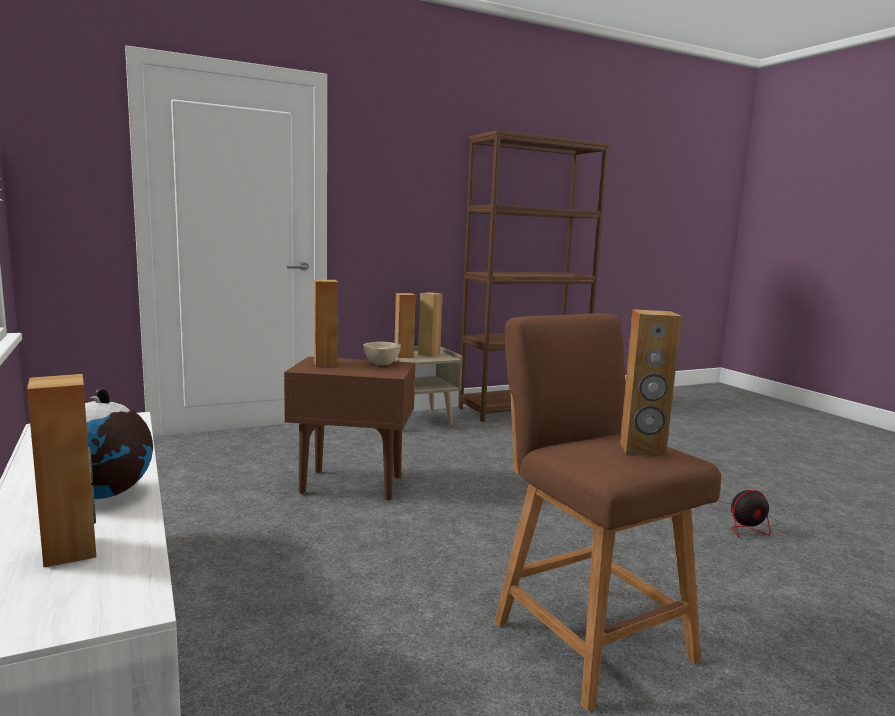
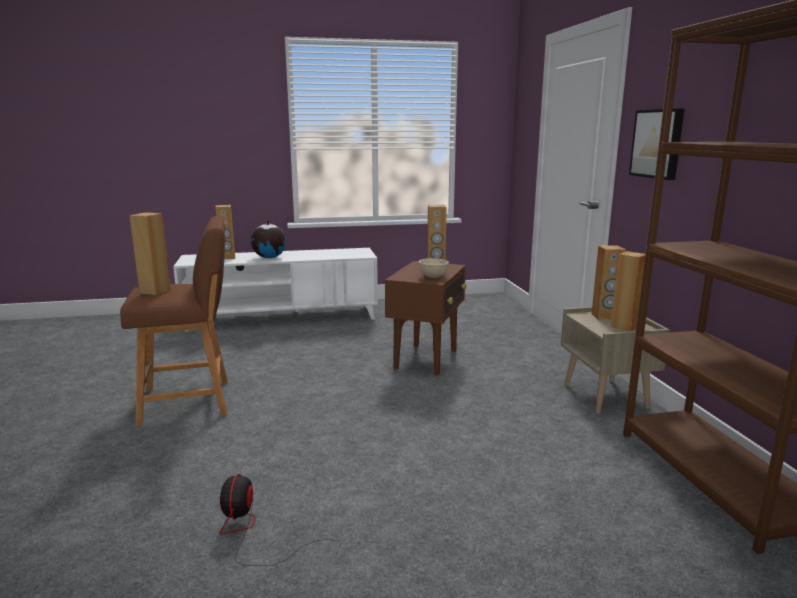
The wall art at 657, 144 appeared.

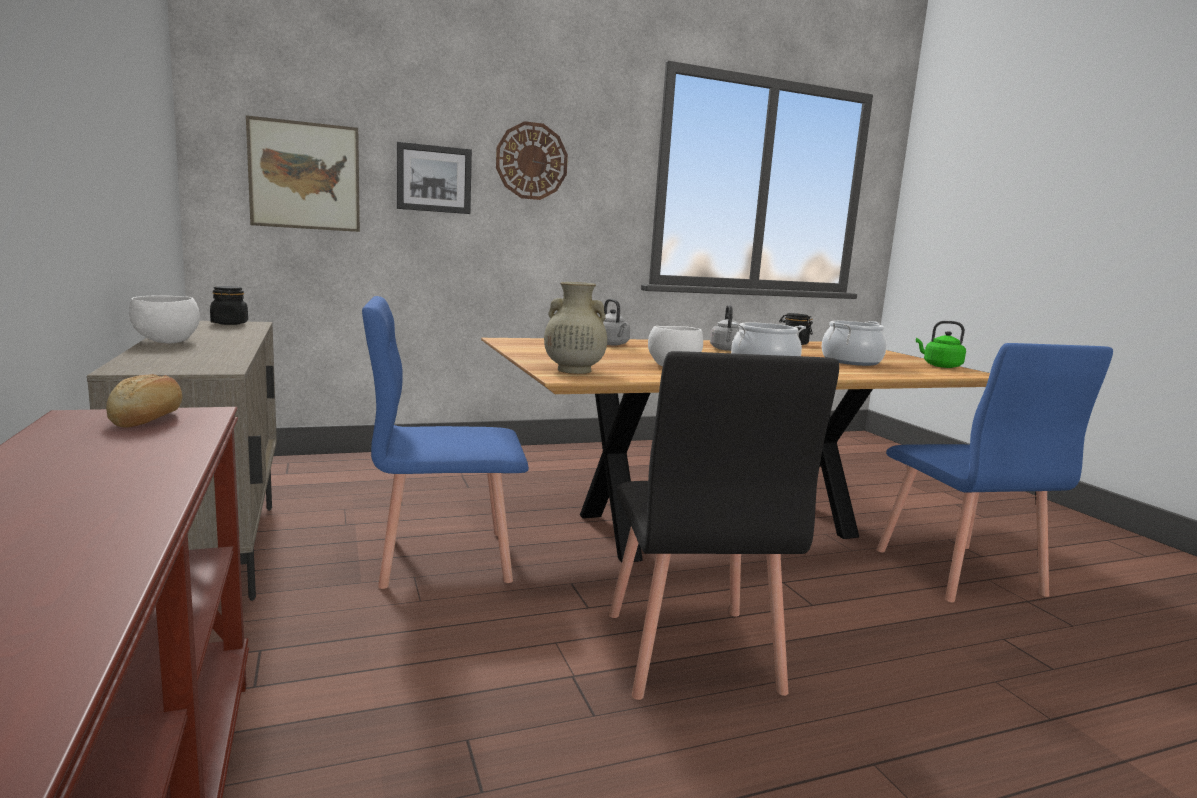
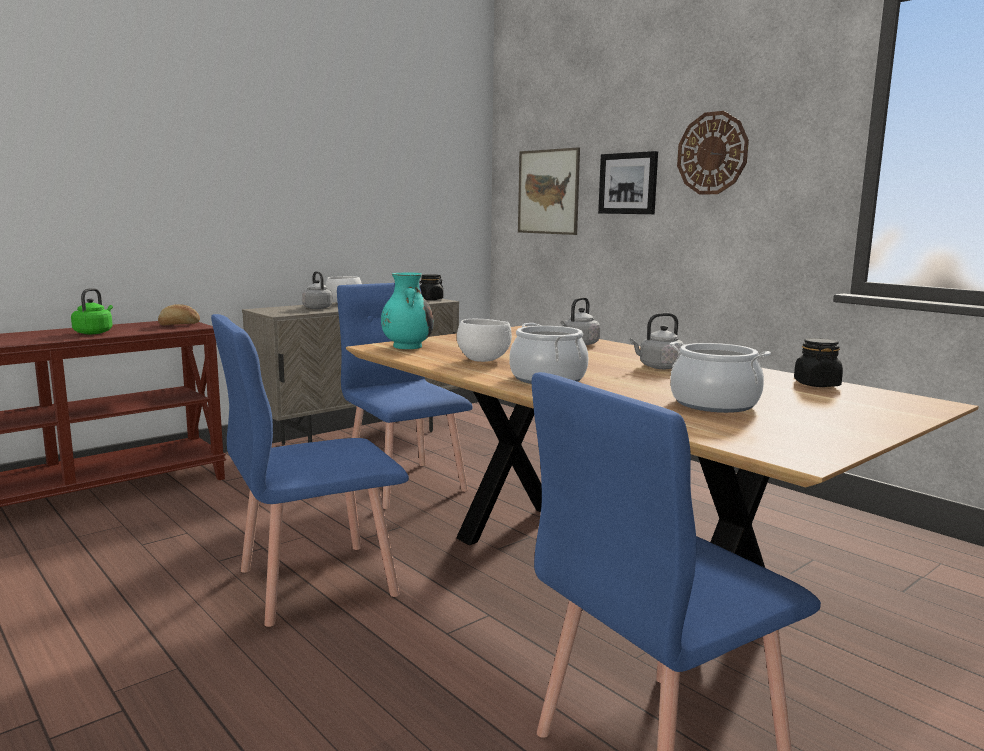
The greyish water kettle at 317, 290 appeared.
The greenish water kettle moved from 941, 344 to 92, 311.
The beige flower vase at 575, 328 became the blue-green flower vase at 407, 311.
The black chair at 724, 525 became the bluish chair at 310, 470.

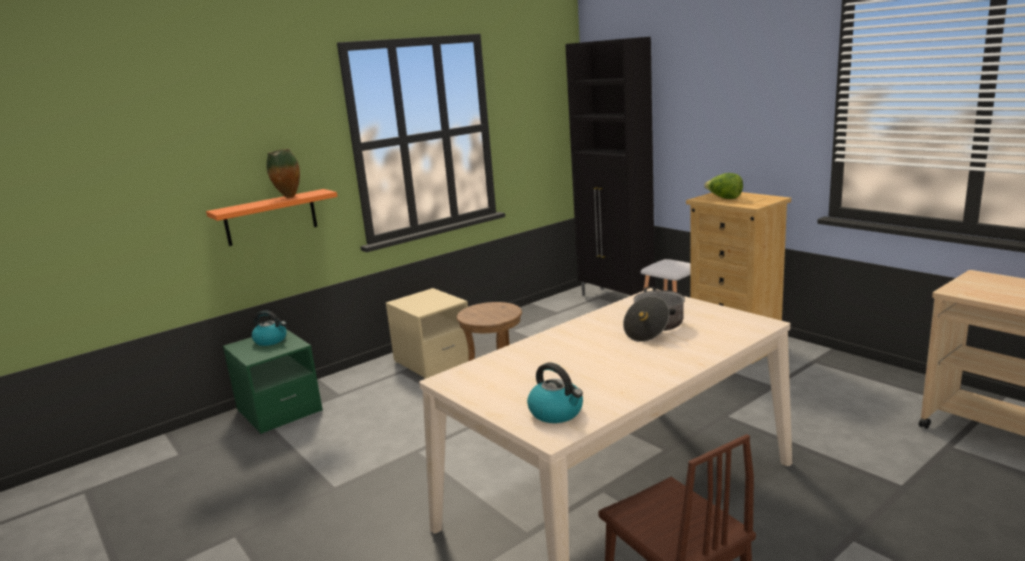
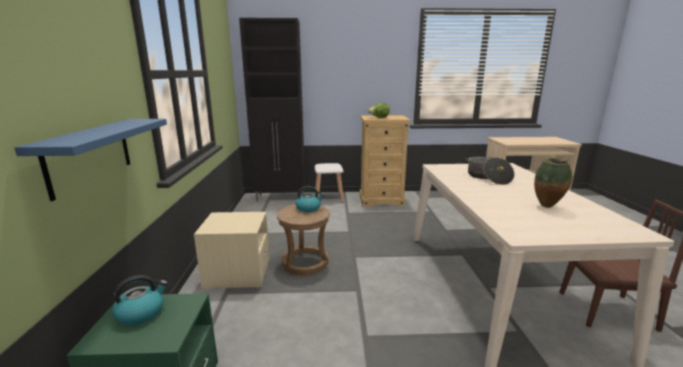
The flower vase moved from 283, 173 to 553, 183.
The water kettle moved from 555, 393 to 310, 199.
The orangey wall shelf at 271, 217 became the bluish wall shelf at 90, 160.

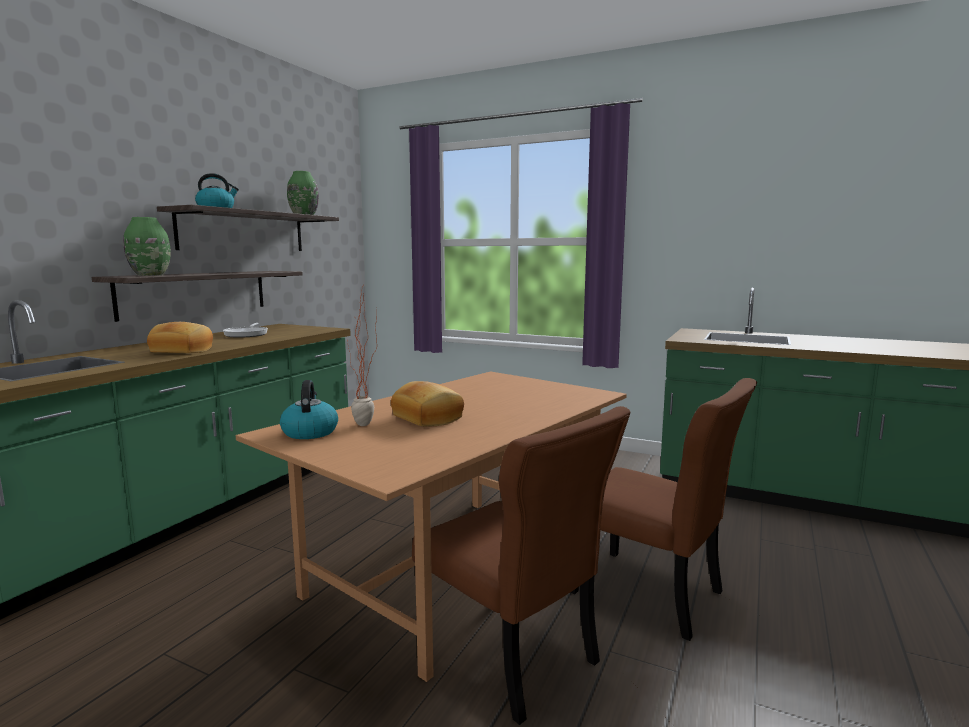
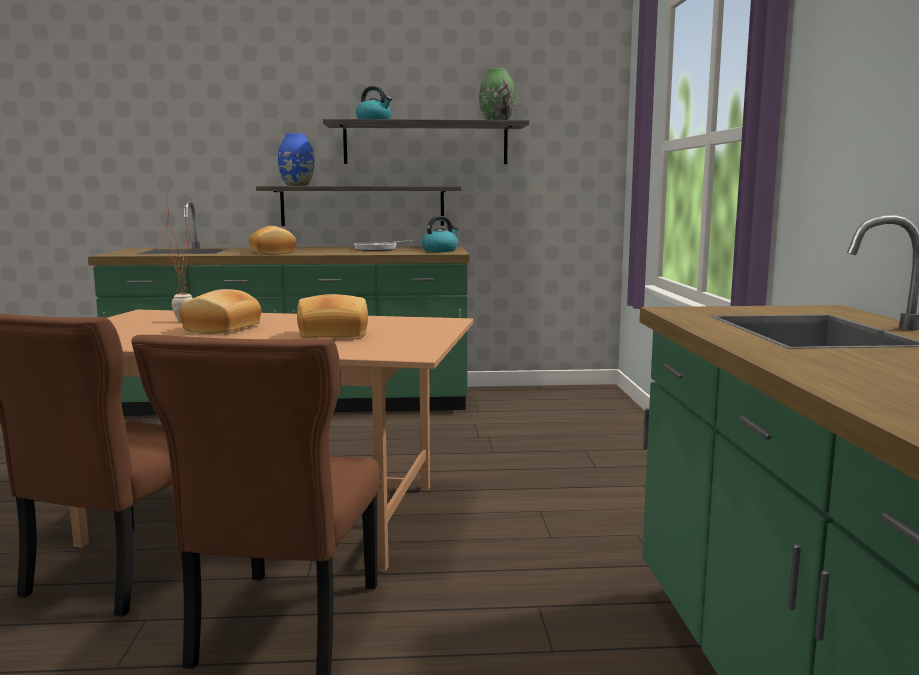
The baked bread at 332, 316 appeared.
The water kettle moved from 309, 409 to 440, 234.
The greenish flower vase at 147, 246 became the bluish flower vase at 296, 159.

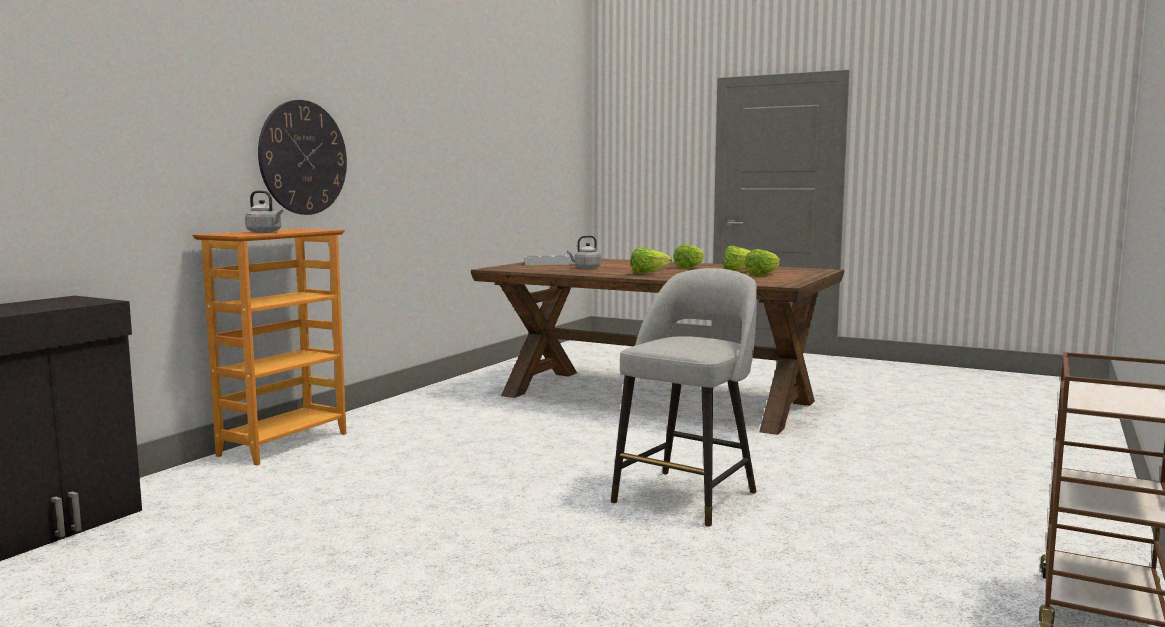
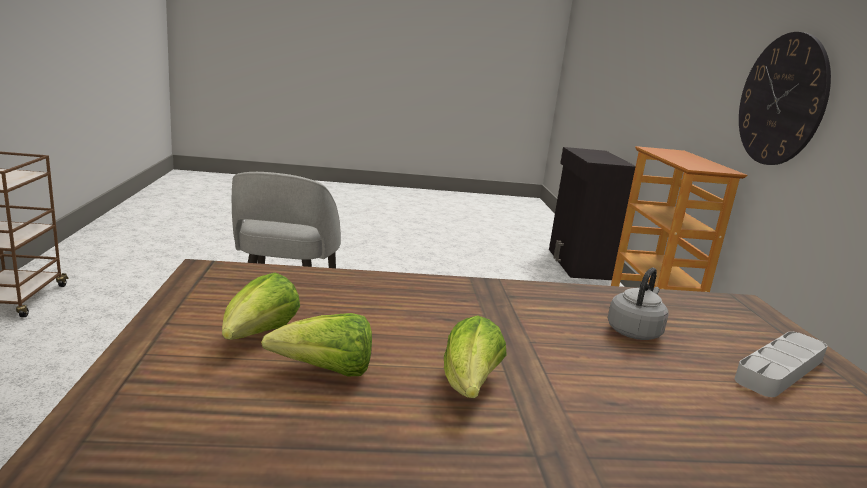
The greyish water kettle at 264, 211 disappeared.
The head of lettuce at 651, 261 disappeared.

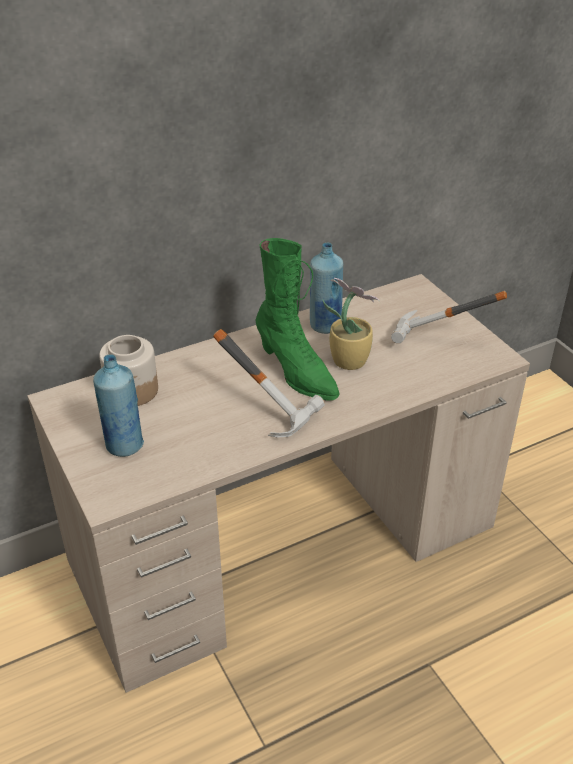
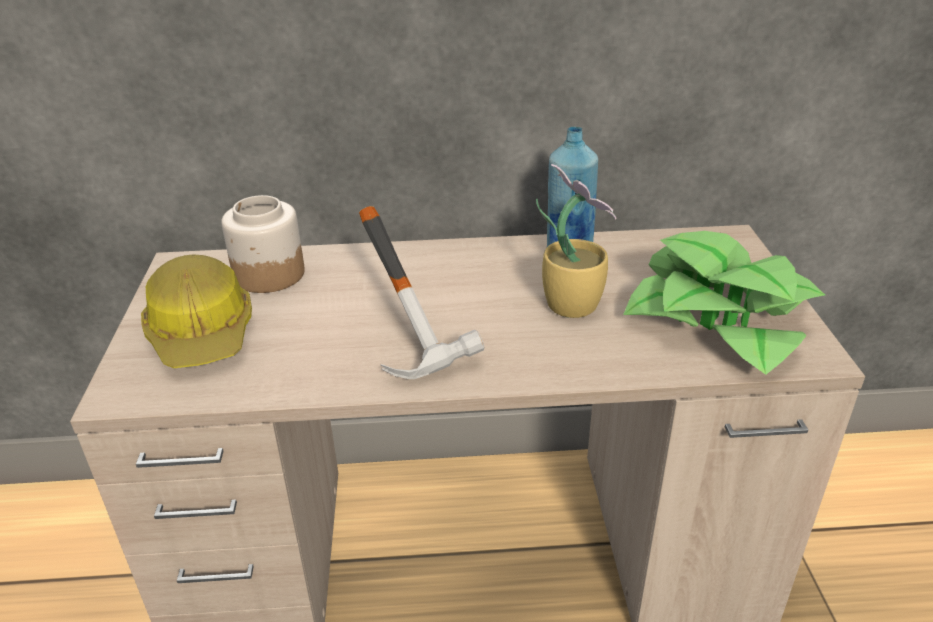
The greenish tall boot at 297, 319 disappeared.
The bluish drink bottle at 118, 405 was replaced by the work helmet at 196, 311.
The hammer at 449, 317 was replaced by the houseplant at 724, 303.

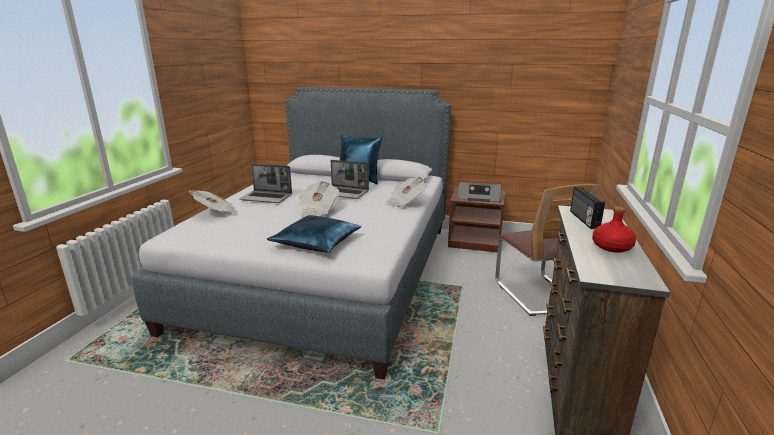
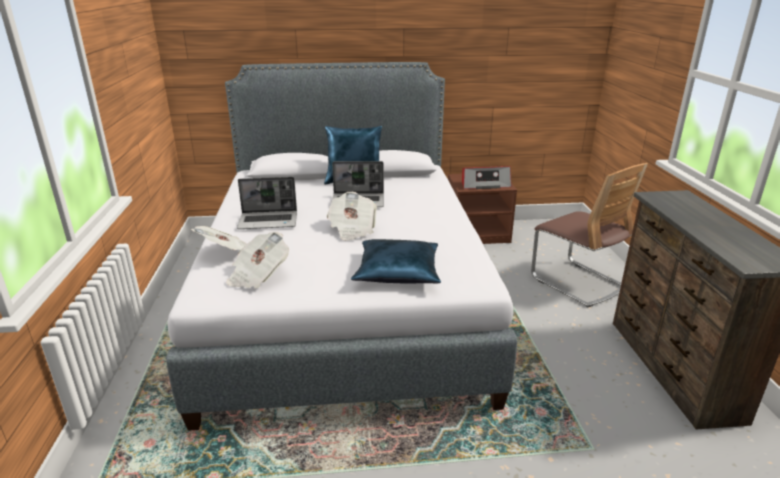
The radio receiver at 587, 208 disappeared.
The red drink bottle at 614, 229 disappeared.
The newspaper moved from 406, 192 to 257, 260.

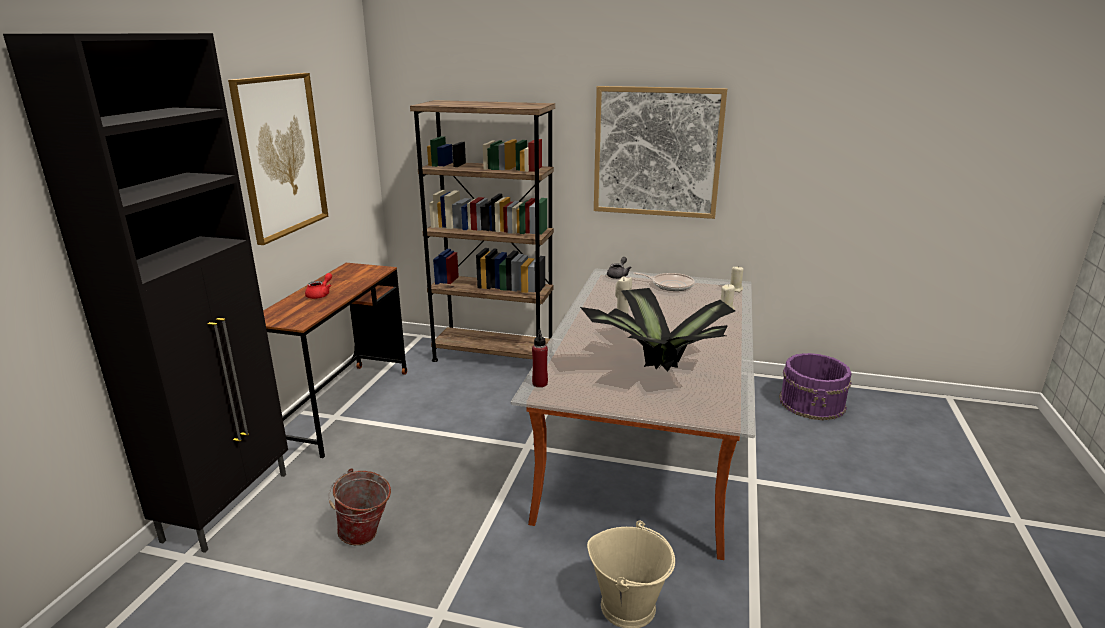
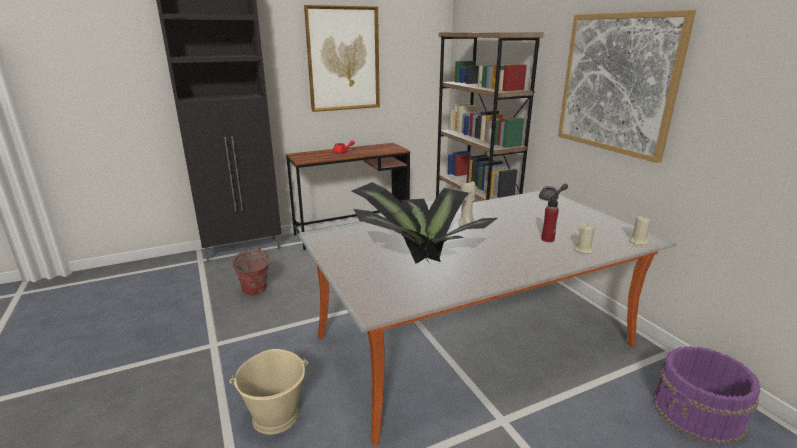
The skillet at 664, 281 disappeared.
The red drink bottle moved from 540, 358 to 550, 218.

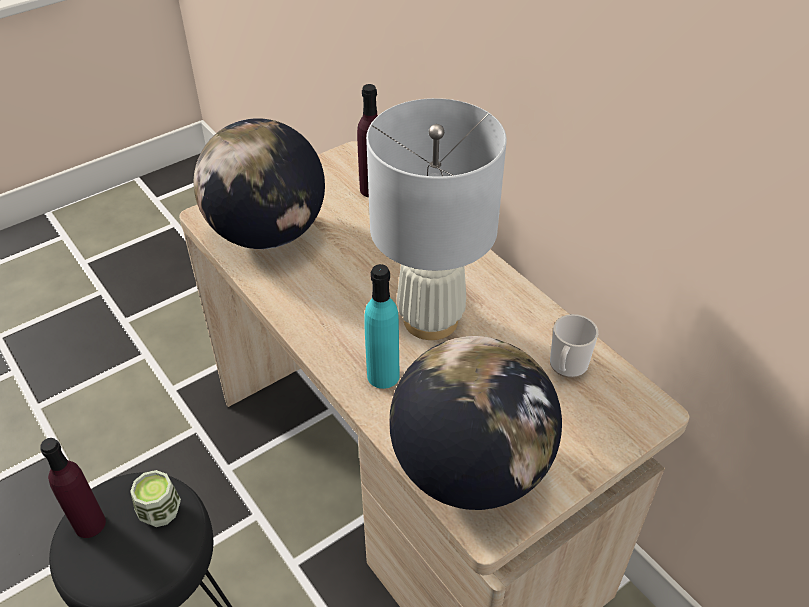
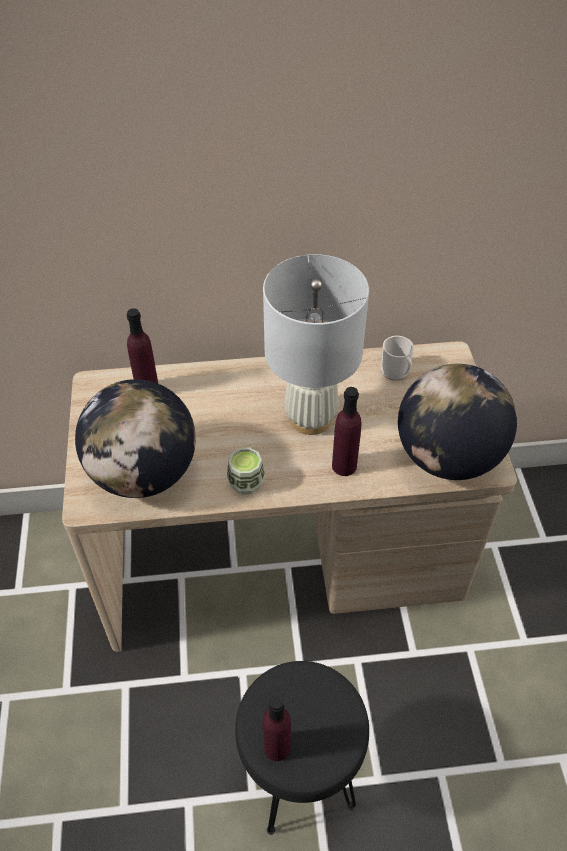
The cup moved from 155, 498 to 246, 470.
The blue-green drink bottle at 382, 326 became the purple-coloured drink bottle at 346, 431.

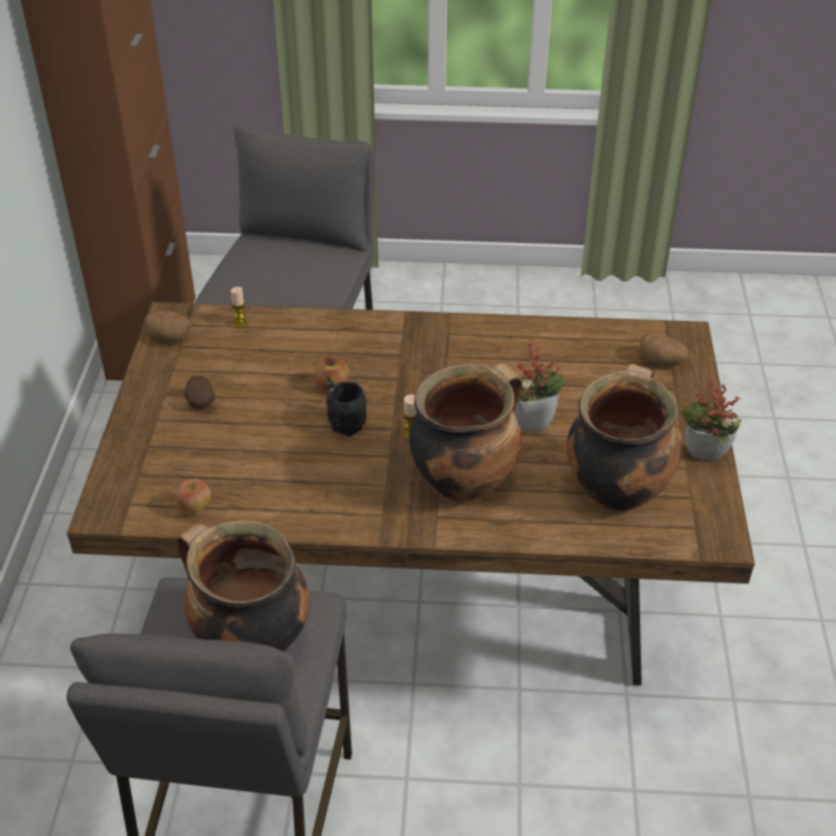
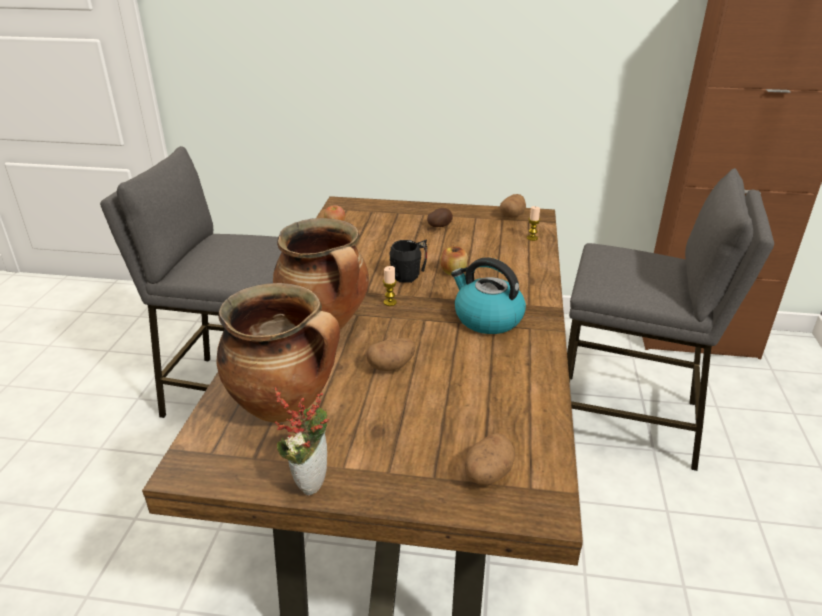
The saucepot at 243, 586 disappeared.
The water kettle at 488, 295 appeared.
The houseplant at 540, 385 was replaced by the whole potato at 391, 354.

